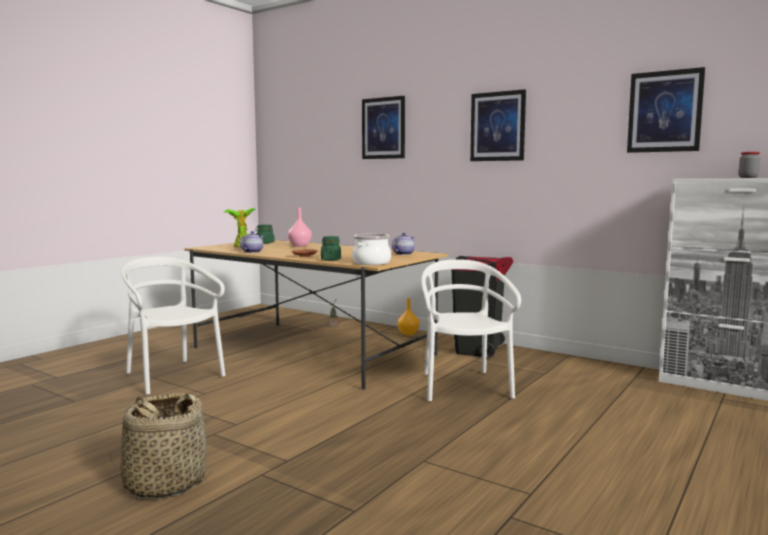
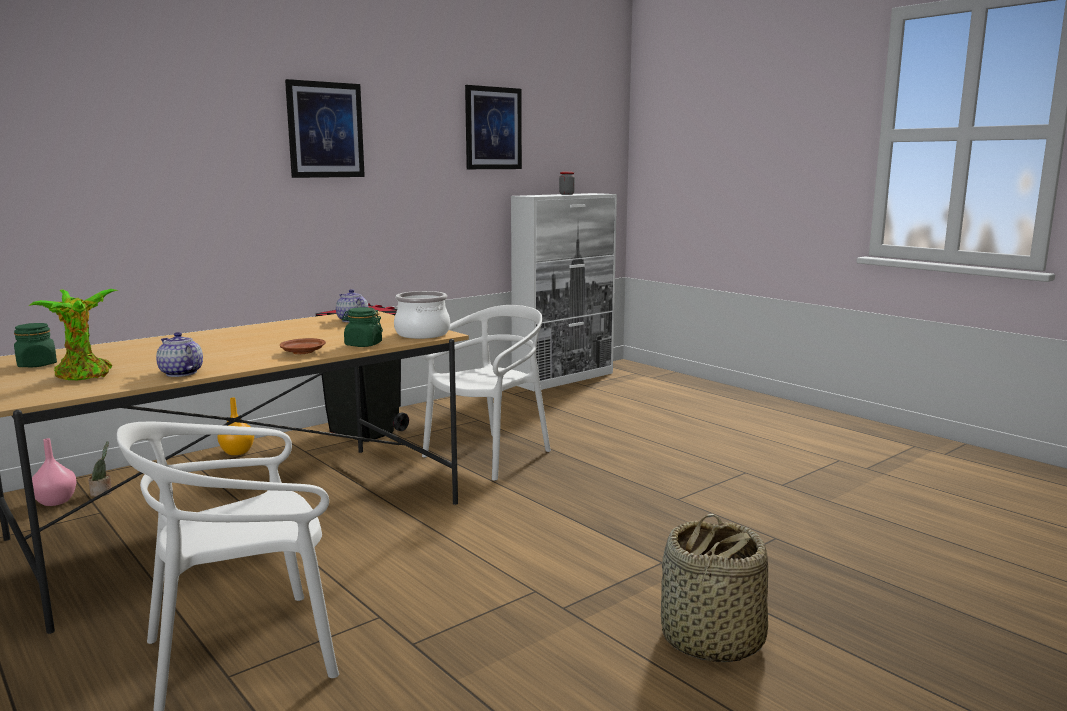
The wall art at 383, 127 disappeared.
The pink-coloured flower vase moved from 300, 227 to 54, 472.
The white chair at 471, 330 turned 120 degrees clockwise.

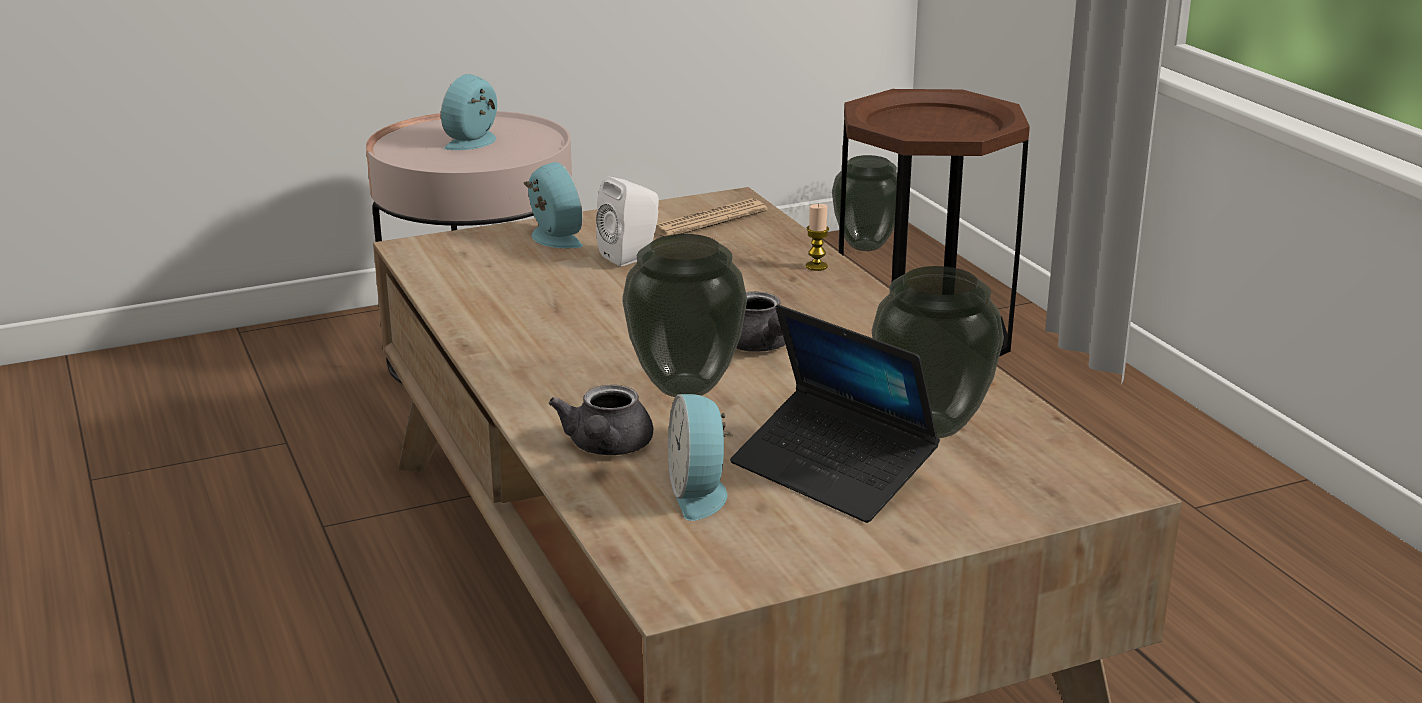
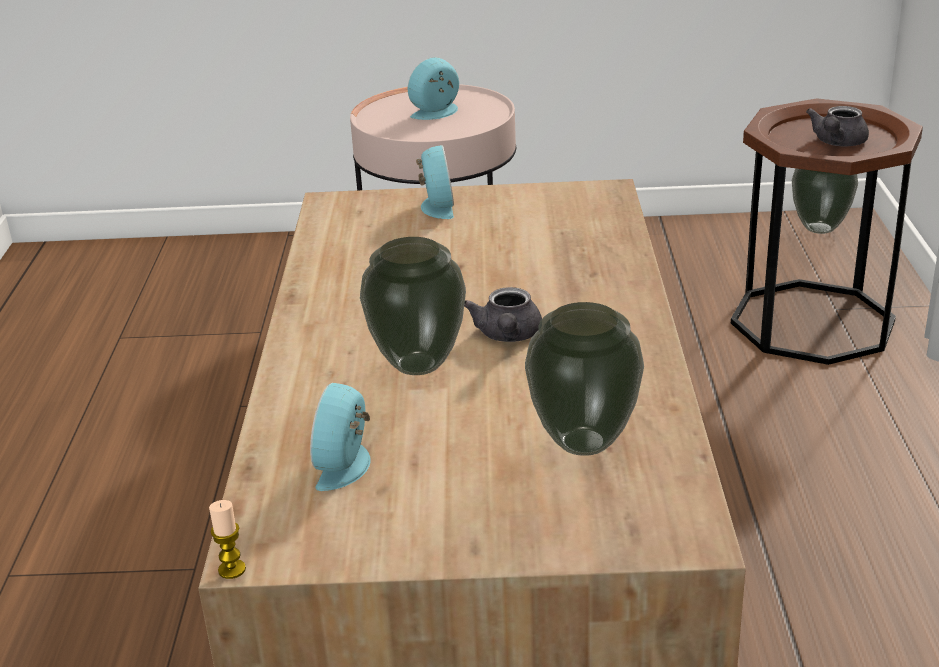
The white loudspeaker at 627, 221 disappeared.
The newspaper at 711, 218 disappeared.
The notebook computer at 835, 414 disappeared.
The greyish tea pot moved from 601, 420 to 837, 126.
The candle moved from 817, 237 to 227, 539.

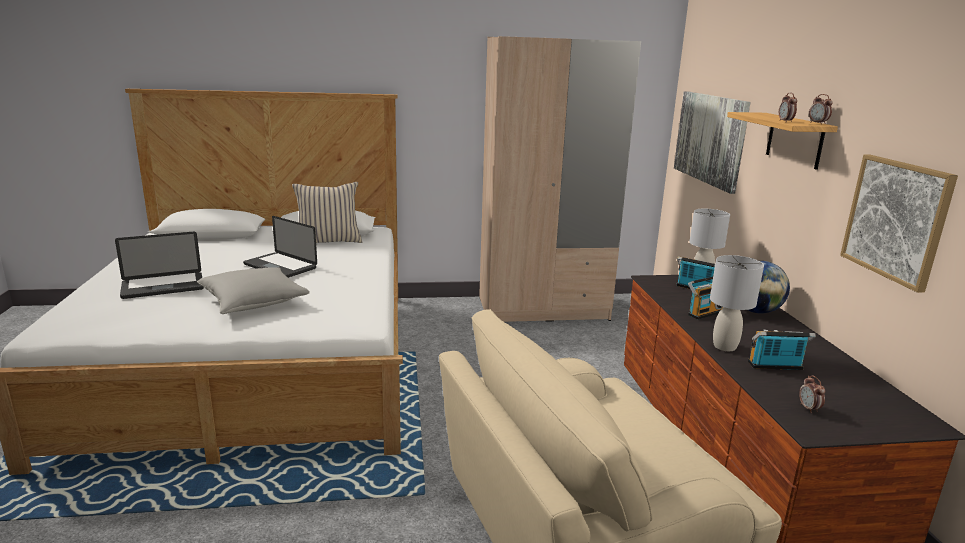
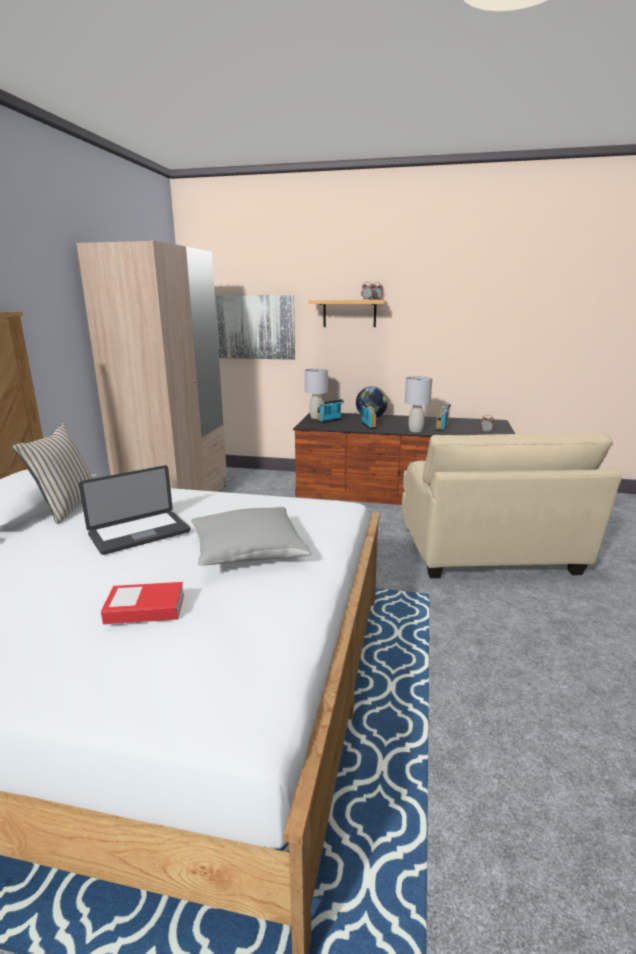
The wall art at 899, 224 disappeared.
The notebook computer at 159, 265 was replaced by the volume at 142, 603.

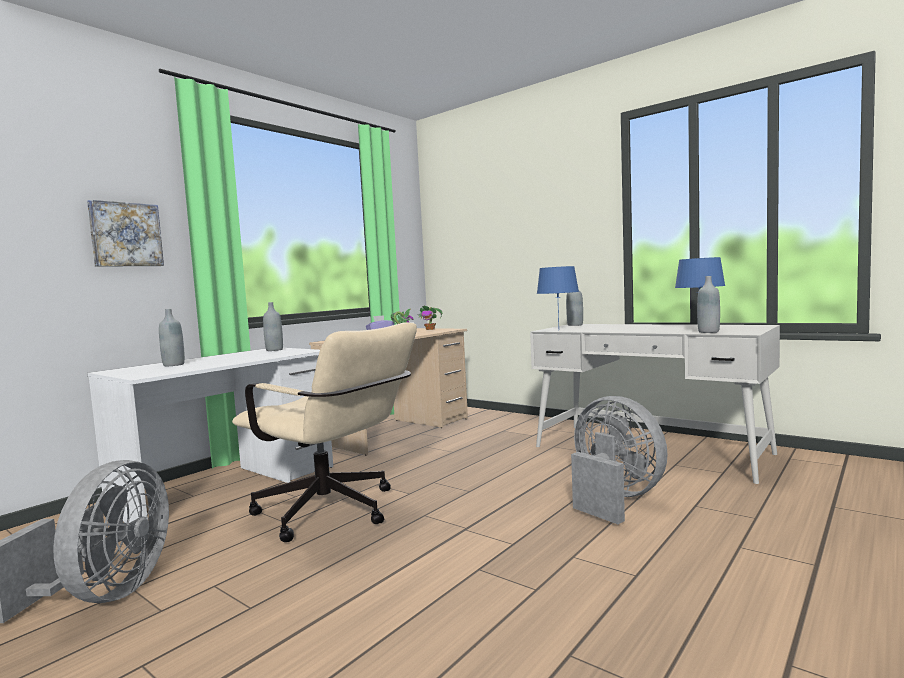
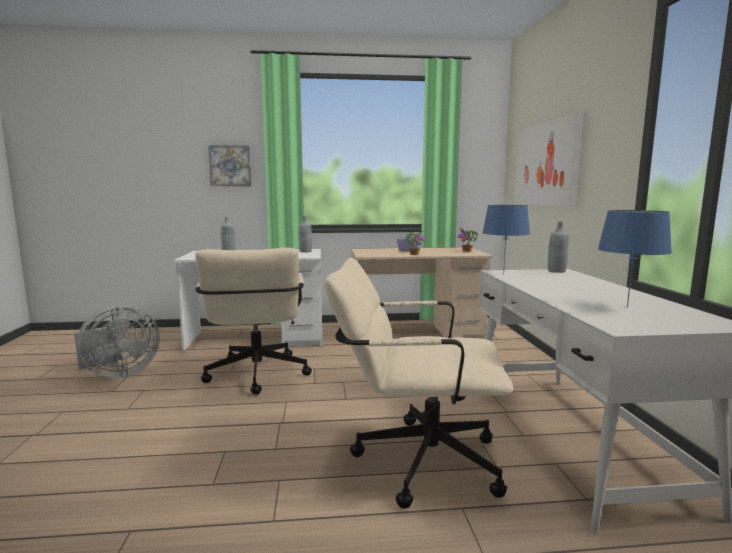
The greyish drink bottle at 708, 304 disappeared.
The wall art at 548, 159 appeared.
The greyish fan at 619, 460 was replaced by the beige desk chair at 418, 383.

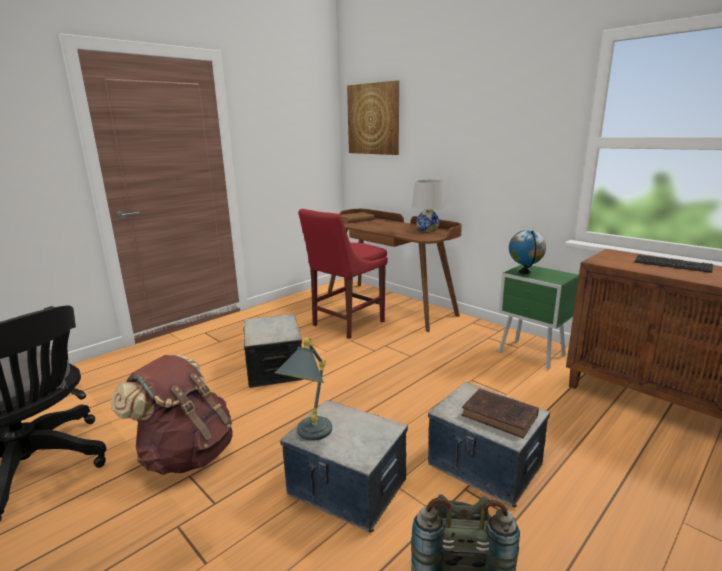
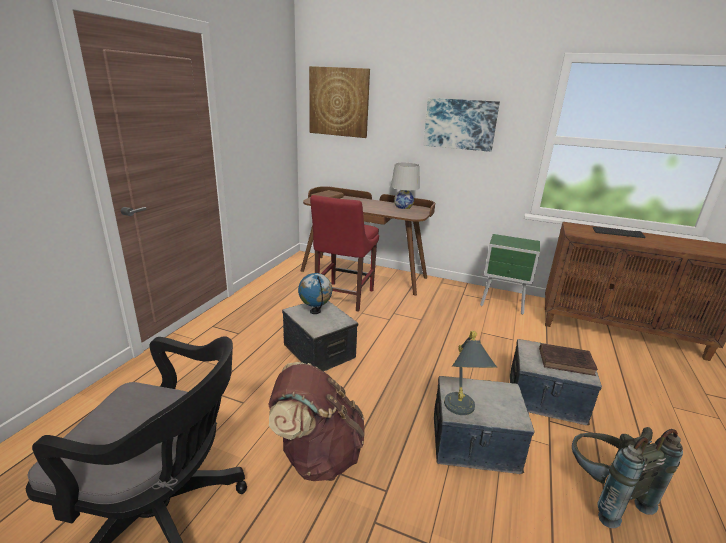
The wall art at 461, 125 appeared.
The world globe moved from 527, 252 to 315, 293.

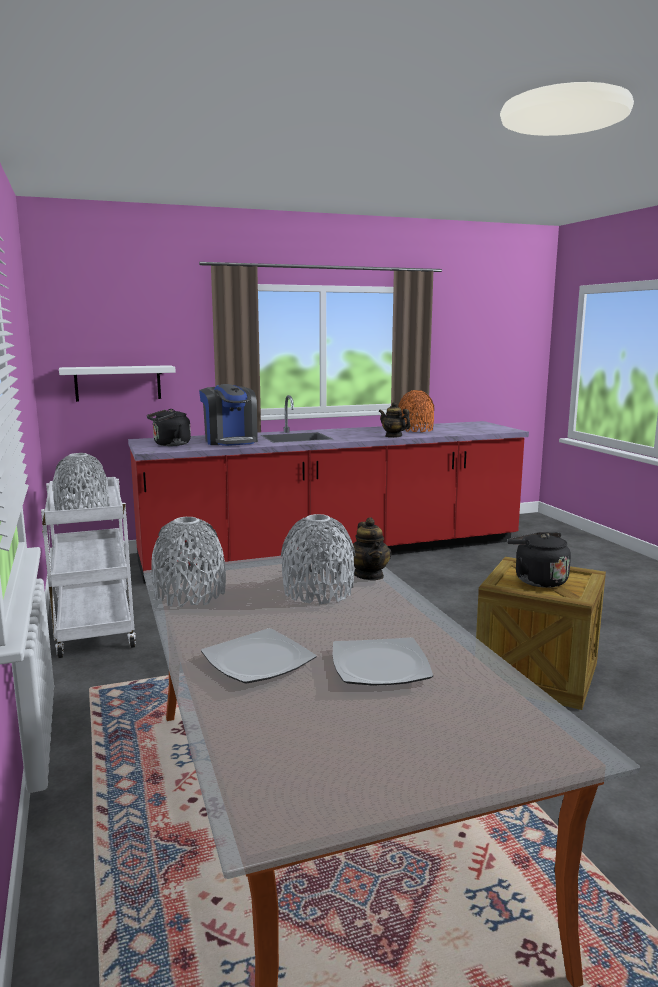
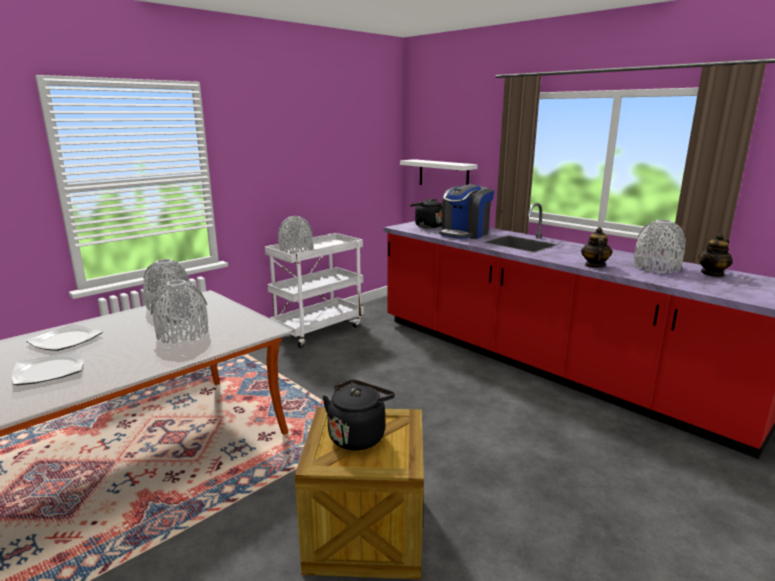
The tea pot moved from 372, 548 to 715, 255.
The orangey flower vase at 416, 411 became the greyish flower vase at 660, 246.

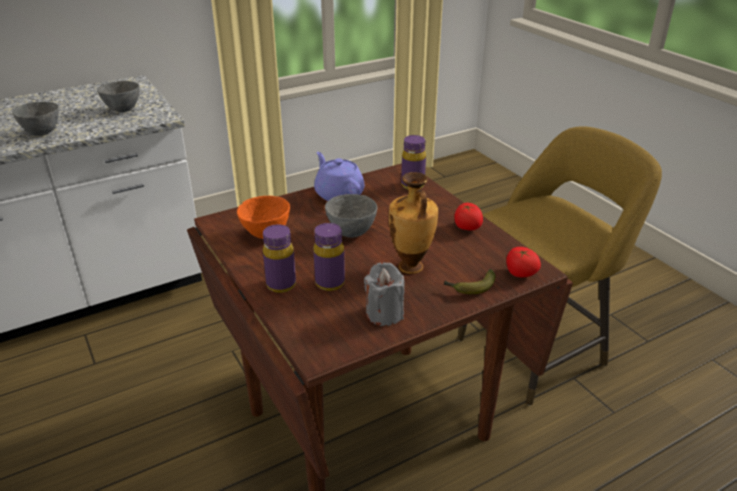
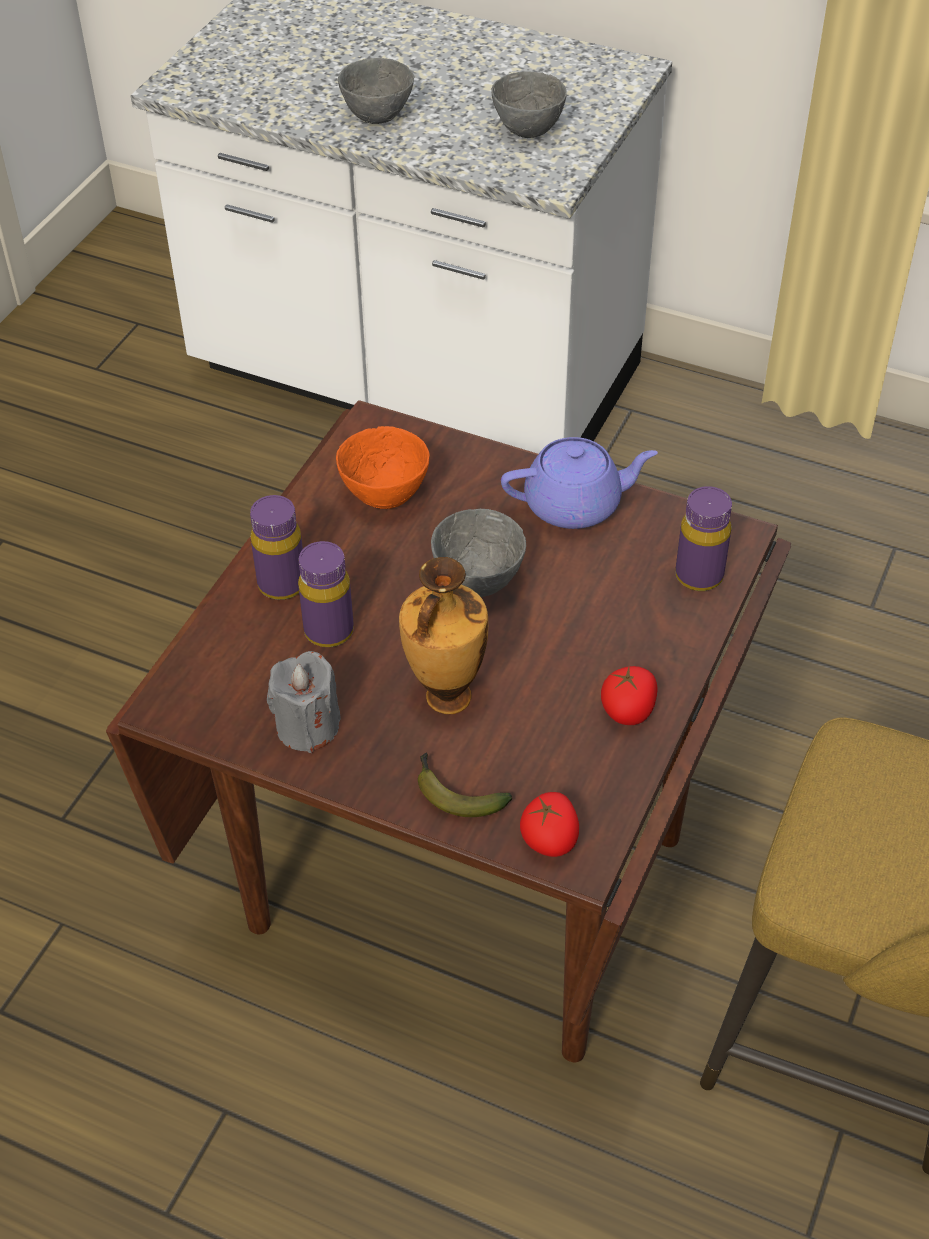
The purple-coloured tea pot at 339, 176 turned 60 degrees clockwise.

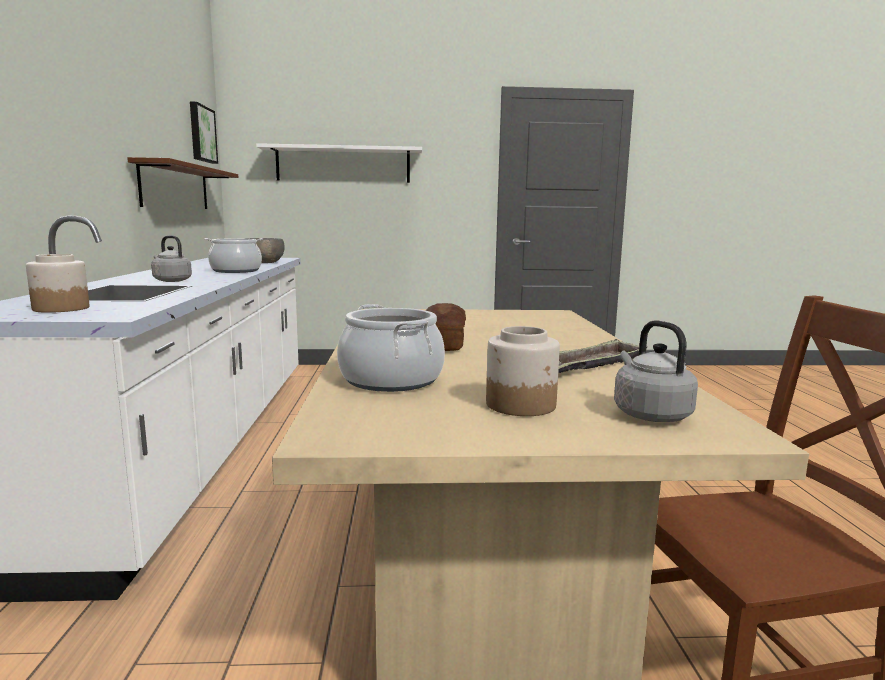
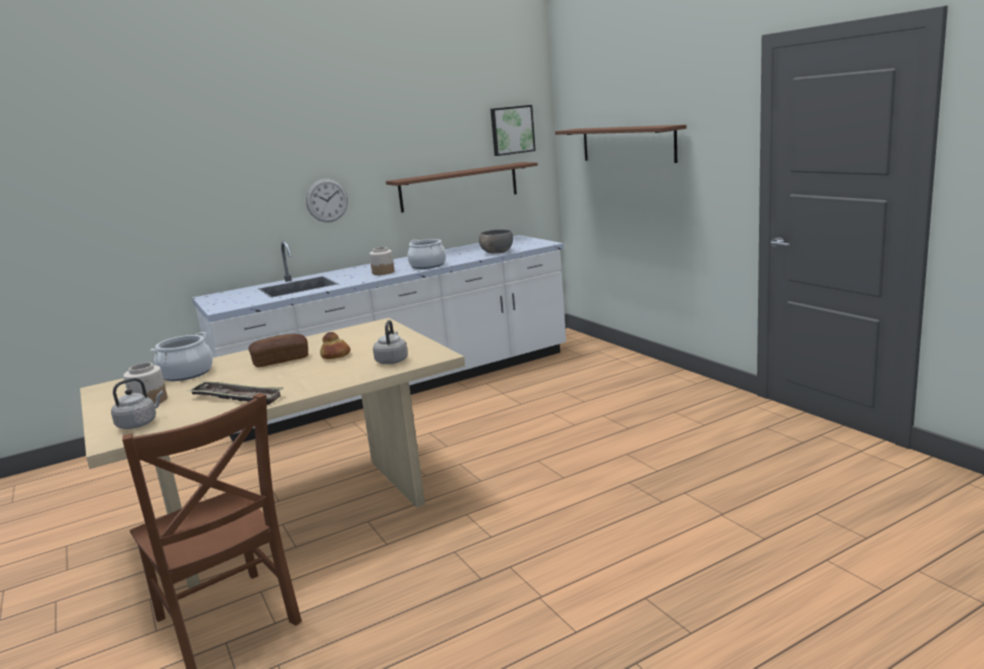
The hanging clock at 327, 200 appeared.
The baked bread at 335, 345 appeared.
The preserve jar moved from 57, 283 to 381, 261.
The greyish water kettle moved from 171, 258 to 390, 342.
The white wall shelf at 339, 163 became the brown wall shelf at 621, 144.

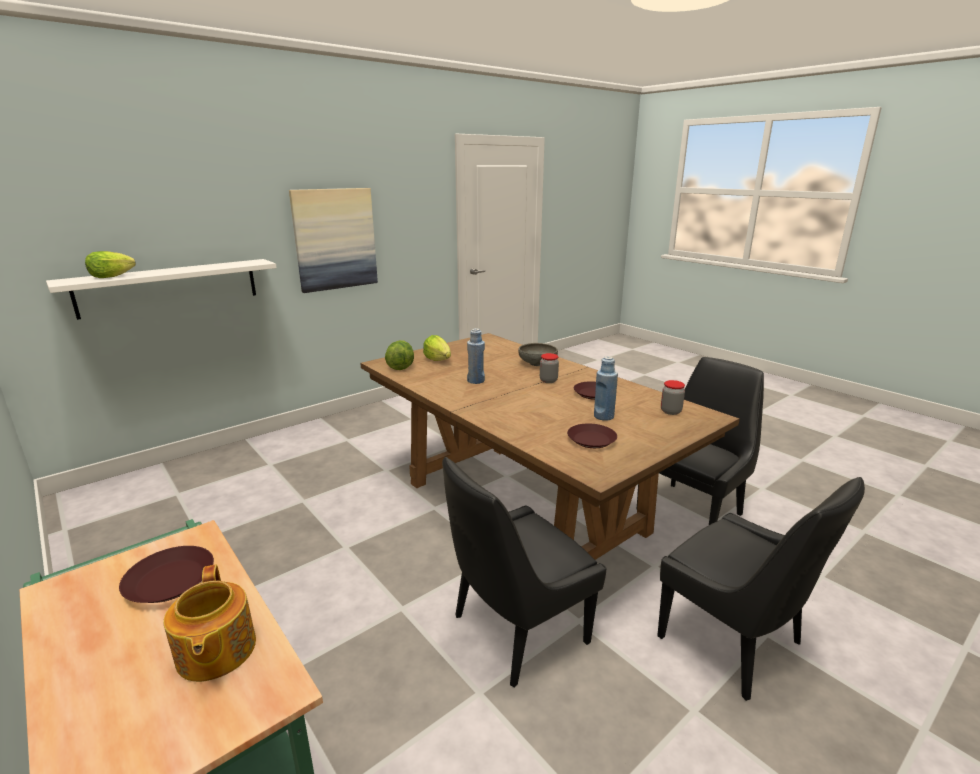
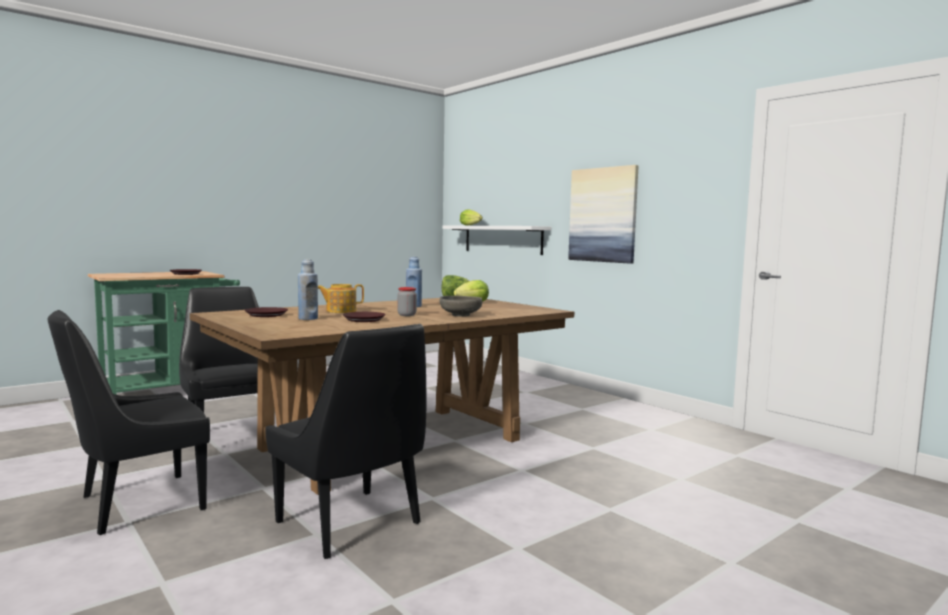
The preserve jar at 673, 397 disappeared.
The tea pot moved from 210, 623 to 341, 298.

